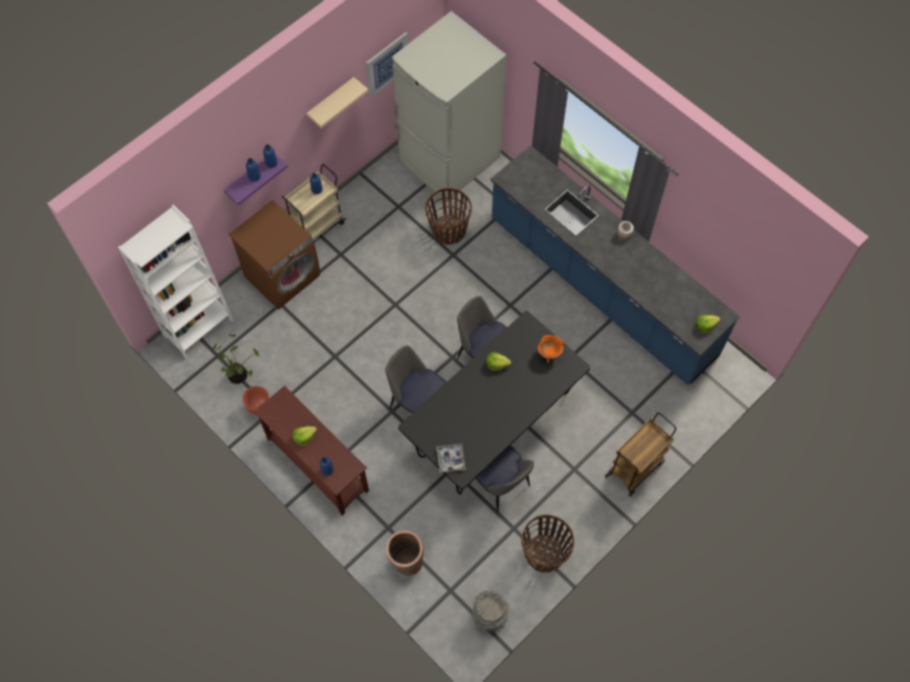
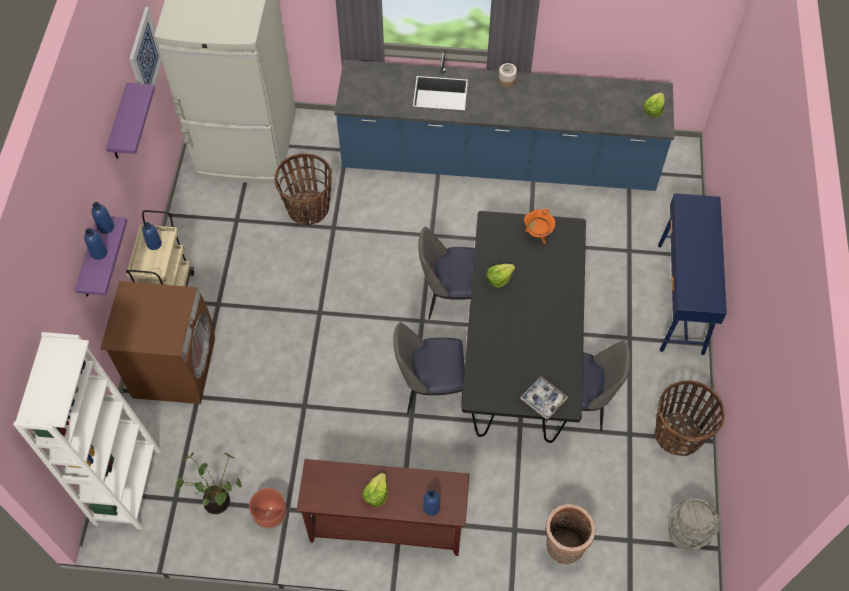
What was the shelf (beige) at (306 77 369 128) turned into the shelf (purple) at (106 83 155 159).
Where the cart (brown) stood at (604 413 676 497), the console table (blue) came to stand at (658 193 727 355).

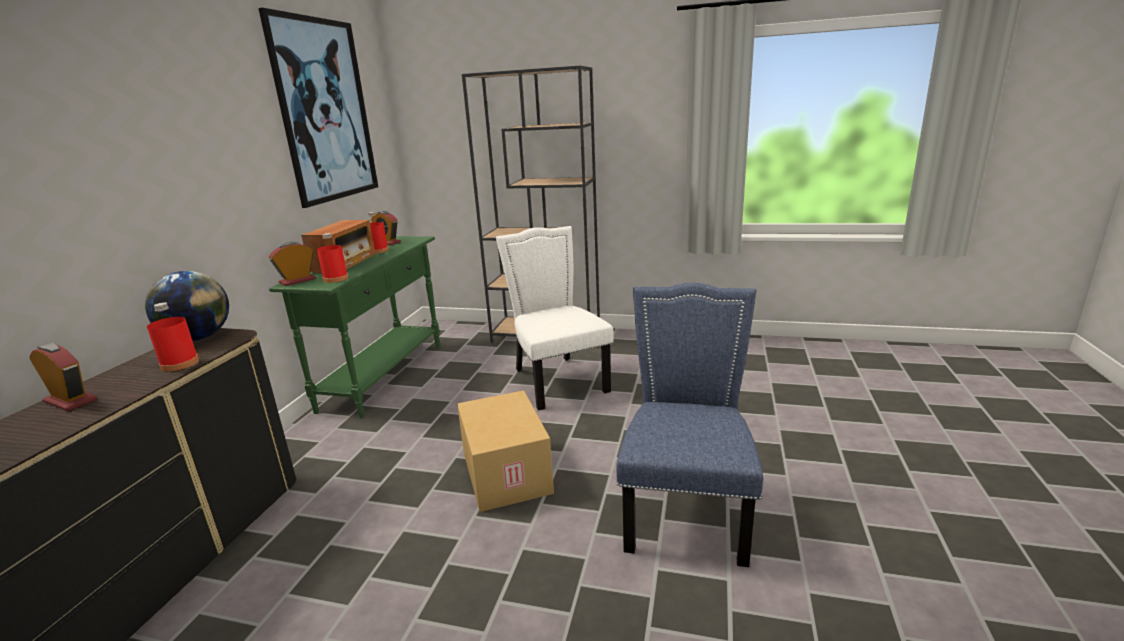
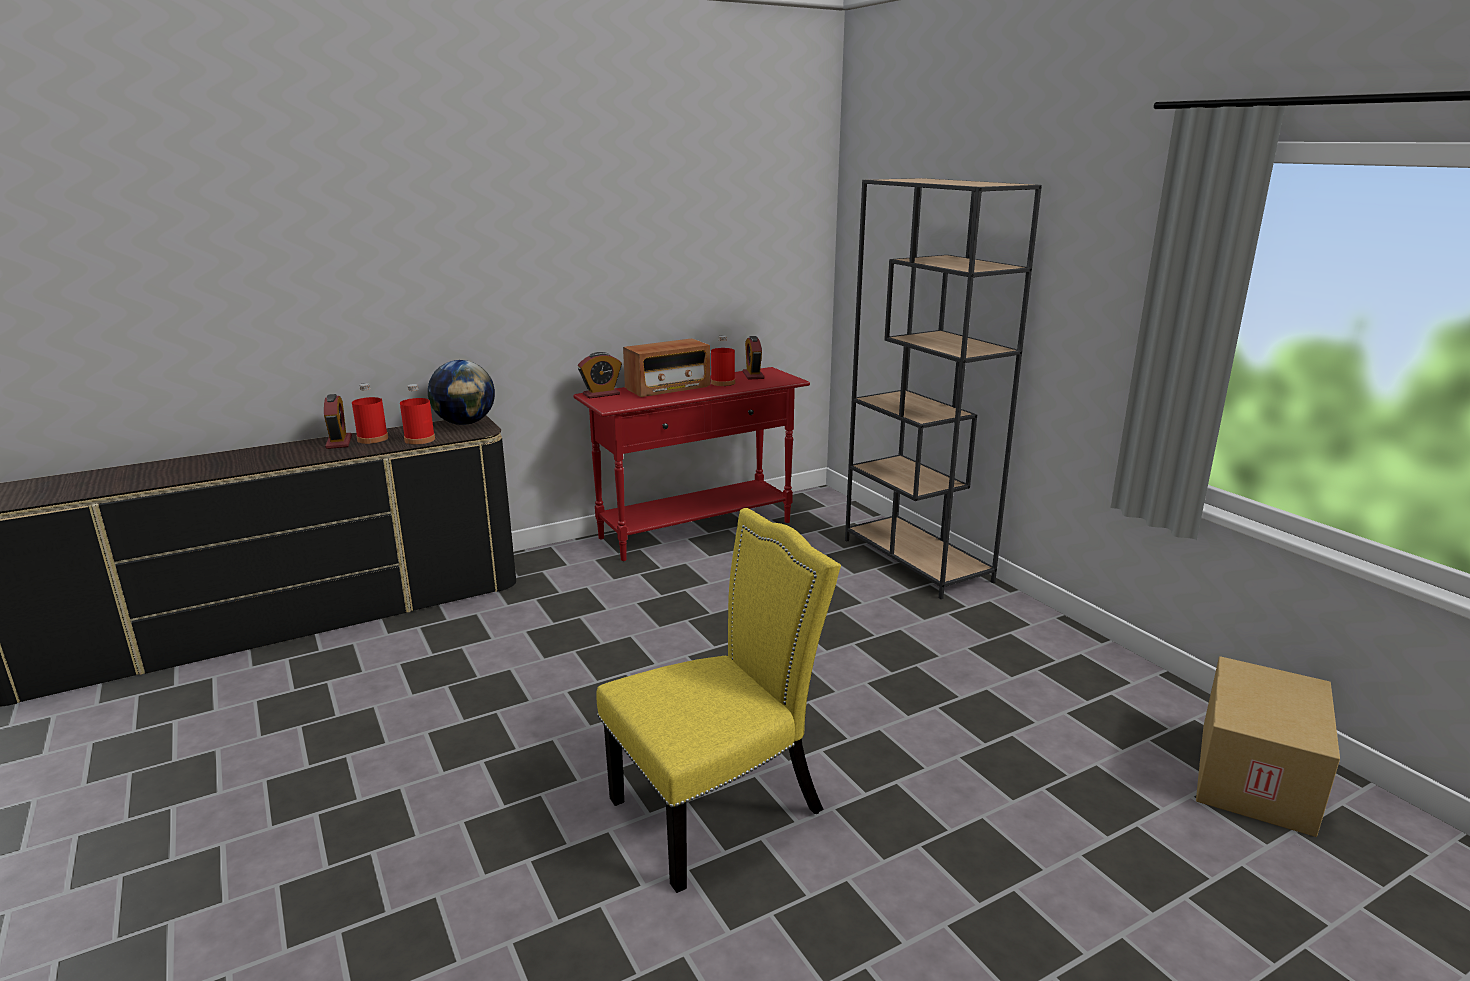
The second view lost the picture at (258 8 378 208).
The second view lost the chair (white) at (496 226 614 410).
The bottle (red) ended up elsewhere, having gone from (317 233 348 283) to (352 383 388 444).
What was the console table (green) at (269 236 440 419) turned into the console table (red) at (574 367 810 561).
The alarm clock at (269 242 316 286) ended up facing another way, 150 degrees clockwise from before.
What was the chair (blue) at (616 283 763 567) turned into the chair (yellow) at (596 508 841 893).
The cardboard box ended up elsewhere, having gone from (457 390 554 512) to (1196 656 1340 837).

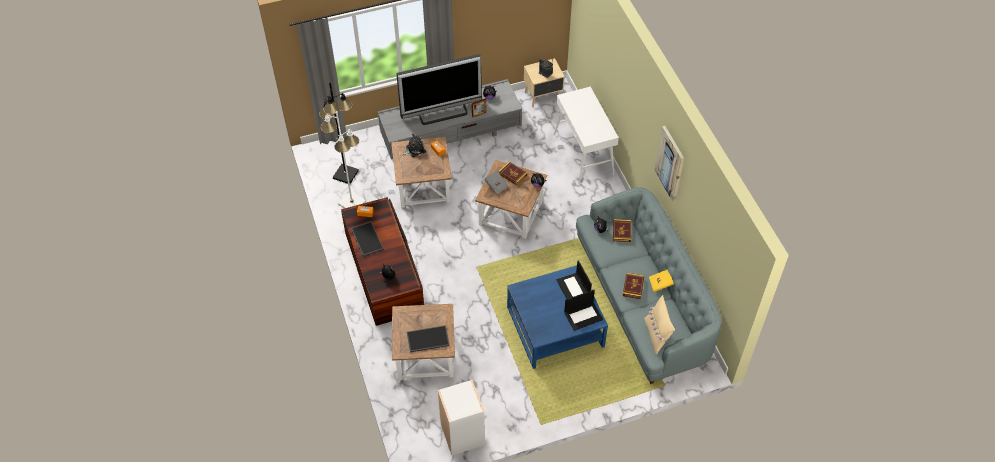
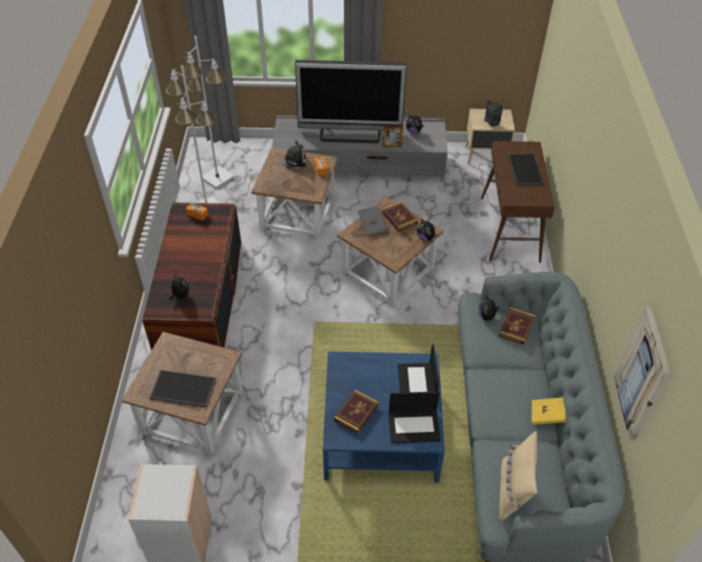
What was the floor lamp (black) at (319 82 359 184) turned into the floor lamp (white) at (184 36 234 189).
What was the console table (white) at (553 87 619 185) turned into the console table (brown) at (481 141 555 263).
The picture ended up elsewhere, having gone from (654 126 684 202) to (614 306 671 441).
The tray ended up elsewhere, having gone from (351 221 384 256) to (507 153 544 186).
The book ended up elsewhere, having gone from (623 273 644 299) to (334 390 379 434).

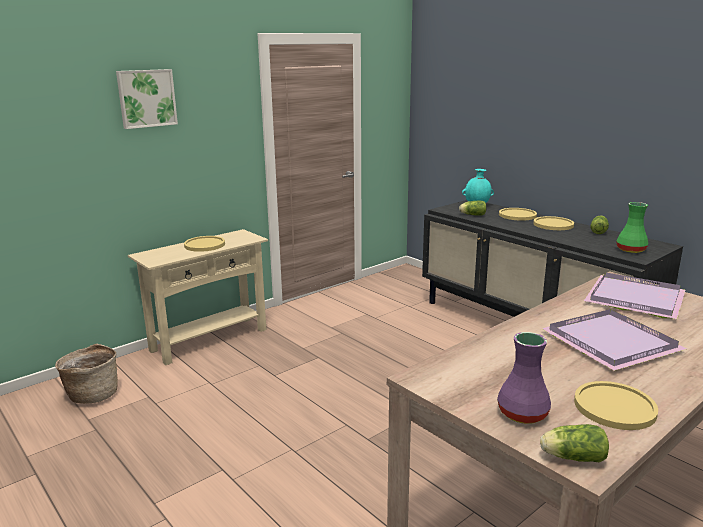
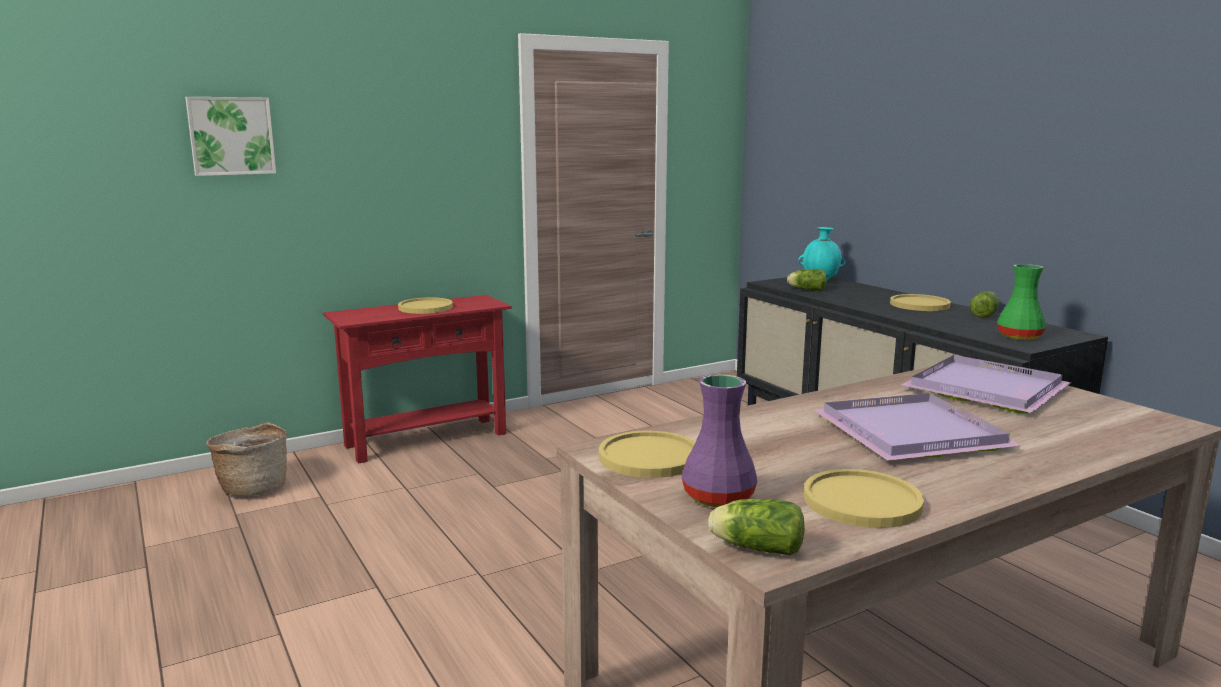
The picture ended up elsewhere, having gone from (116 69 178 129) to (185 97 276 176).
The plate (yellow) ended up elsewhere, having gone from (499 208 537 221) to (599 430 695 478).
What was the console table (beige) at (128 229 268 365) turned into the console table (red) at (323 295 512 464).

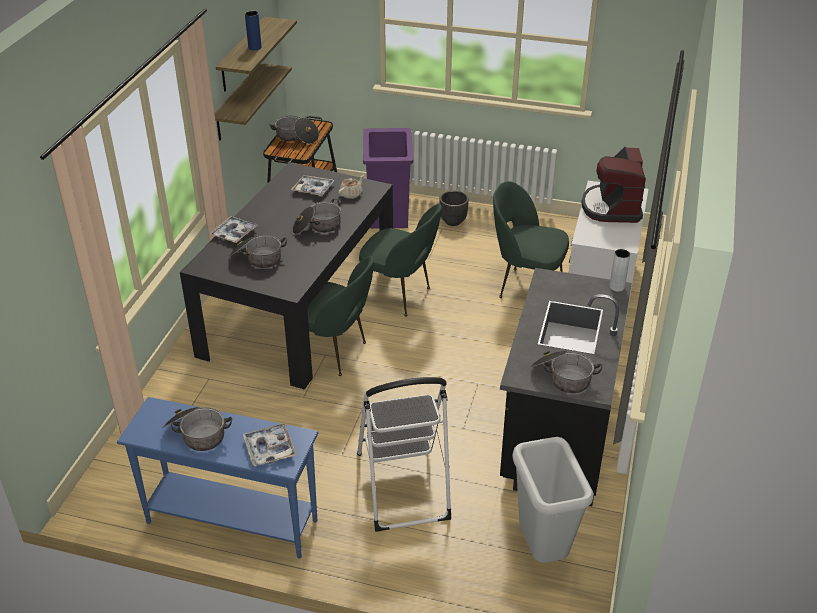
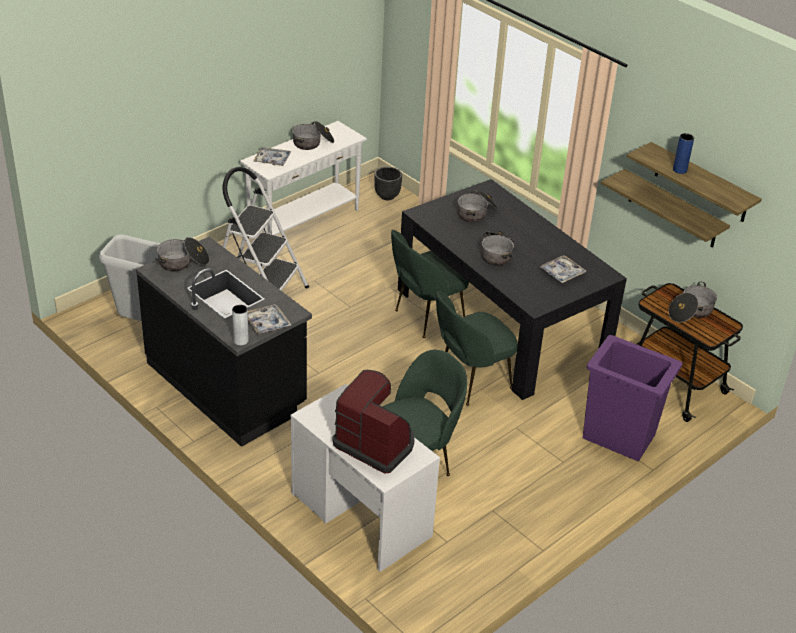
The second view lost the teapot (beige) at (338 175 364 199).
The planter (black) ended up elsewhere, having gone from (439 191 469 226) to (374 167 402 200).
The tray ended up elsewhere, having gone from (210 216 258 243) to (248 304 291 334).
What was the console table (blue) at (117 397 318 559) turned into the console table (white) at (240 121 367 235).

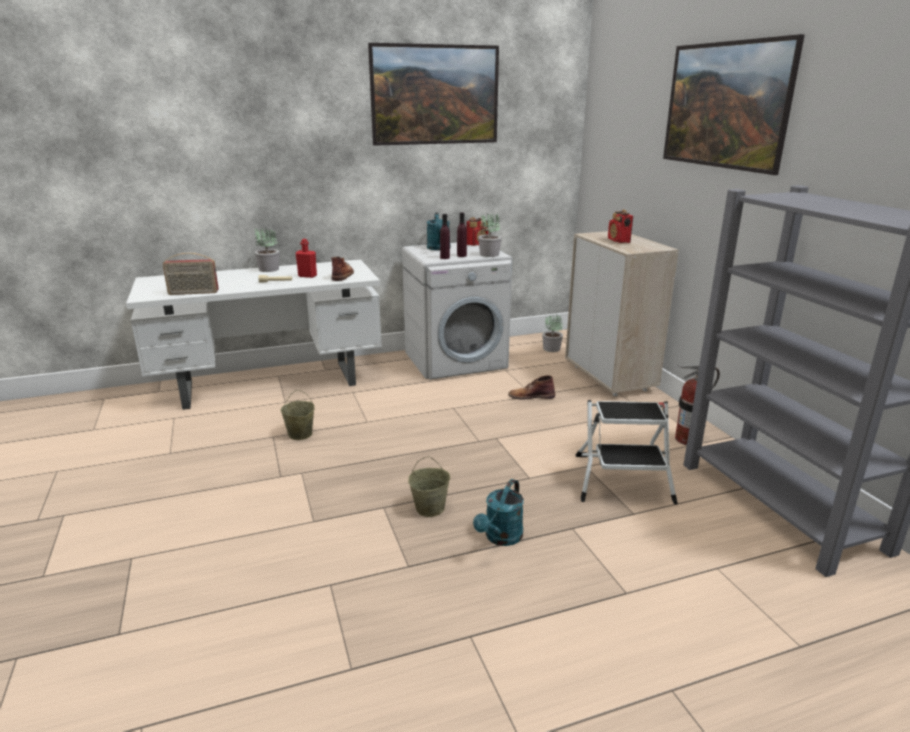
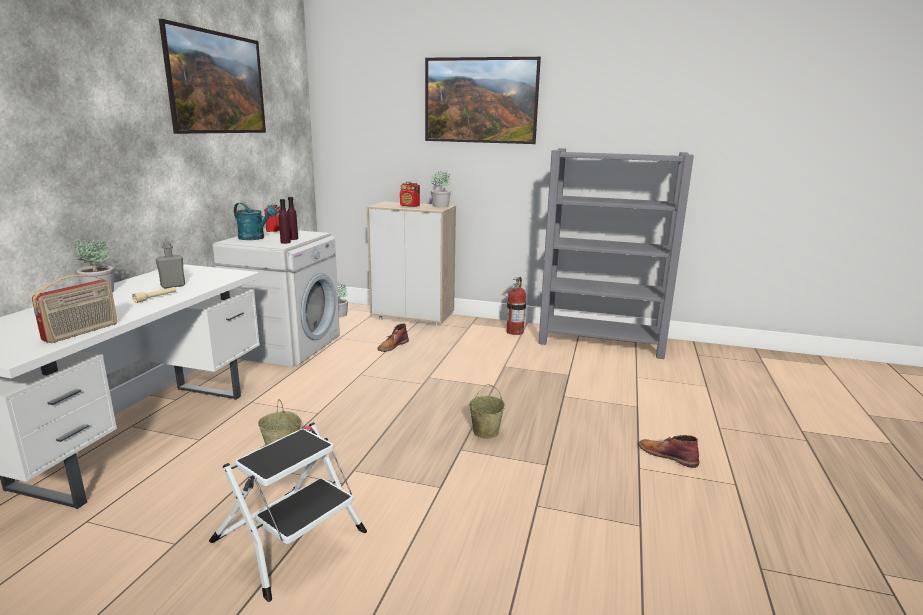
The potted plant ended up elsewhere, having gone from (478 214 502 257) to (431 171 451 208).
What was the bottle (red) at (295 239 317 278) turned into the bottle (grey) at (155 241 185 289).
The boot (brown) ended up elsewhere, having gone from (331 256 354 281) to (639 435 699 468).
The step ladder ended up elsewhere, having gone from (575 400 678 505) to (209 422 367 602).
The second view lost the watering can (turquoise) at (473 479 524 546).

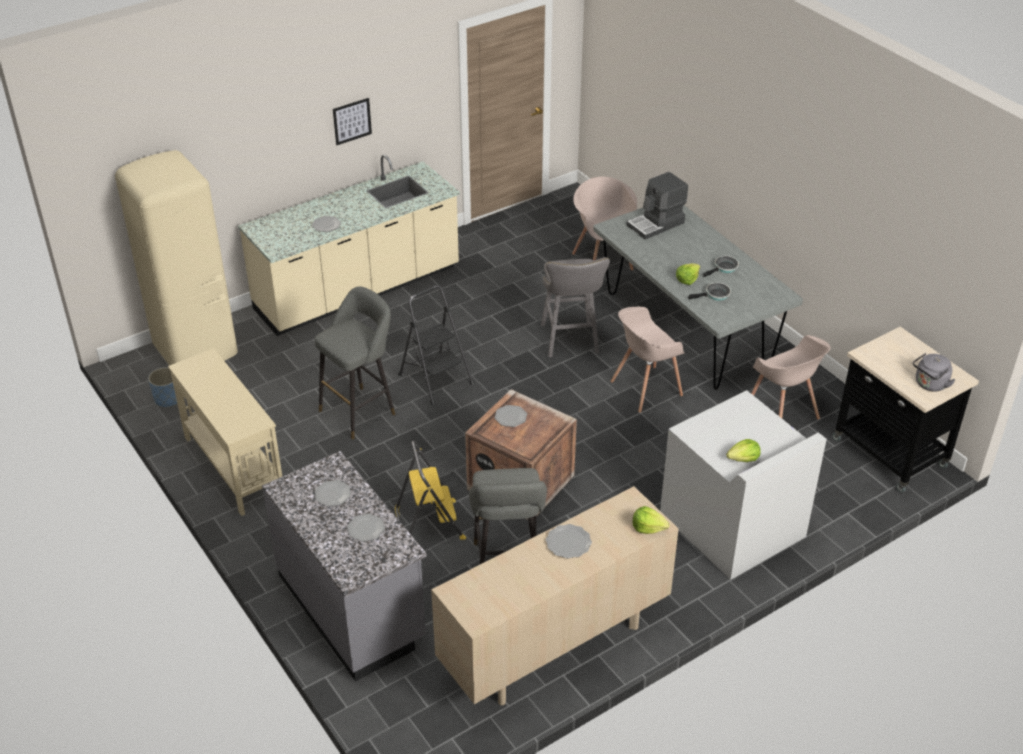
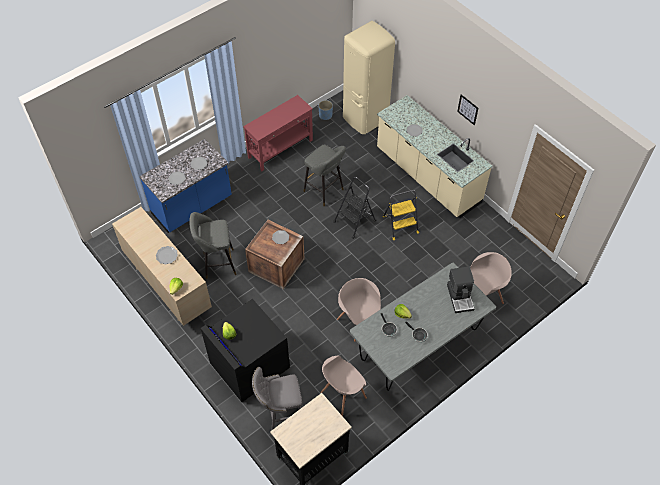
The coffee machine at (627 172 688 239) ended up facing another way, 150 degrees counterclockwise from before.
The stool (grey) ended up elsewhere, having gone from (541 257 610 357) to (252 367 302 431).
What was the console table (beige) at (168 348 282 516) turned into the console table (red) at (243 95 313 172).
The second view lost the kettle (grey) at (913 353 955 392).
What was the washing machine (white) at (660 390 827 580) turned into the washing machine (black) at (200 299 290 402).
The step ladder (yellow) ended up elsewhere, having gone from (395 441 466 539) to (383 190 419 240).
What was the counter (grey) at (262 451 427 681) turned into the counter (blue) at (139 139 232 233).

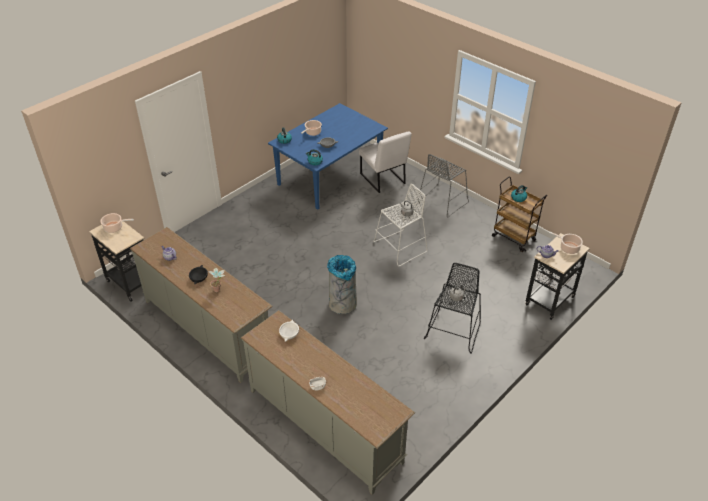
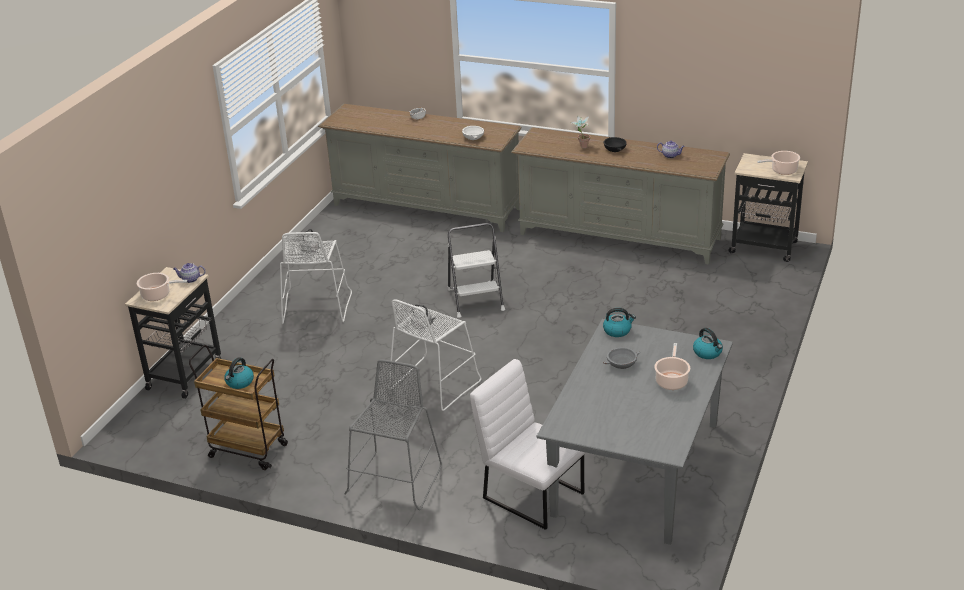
What was the dining table (blue) at (268 103 388 210) turned into the dining table (grey) at (537 319 733 545).
Where the trash can (grey) stood at (327 255 357 314), the step ladder (white) came to stand at (448 223 505 318).
What was the stool (black) at (424 263 481 354) turned into the stool (white) at (280 232 352 324).

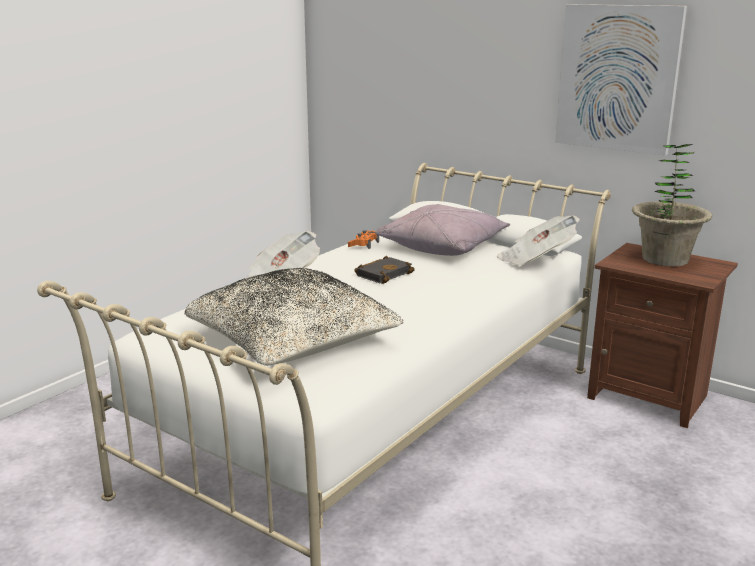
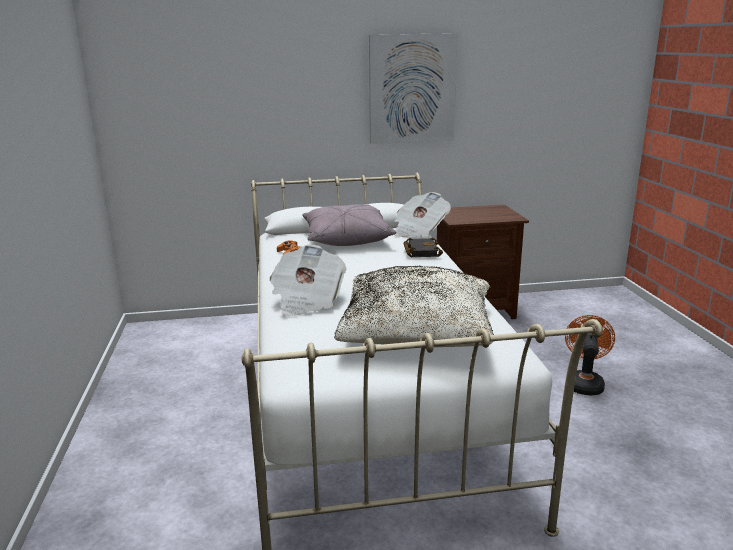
The second view lost the potted plant at (632 144 713 267).
The book (black) ended up elsewhere, having gone from (354 256 415 284) to (404 237 443 257).
The second view gained the fan (orange) at (565 315 615 396).

